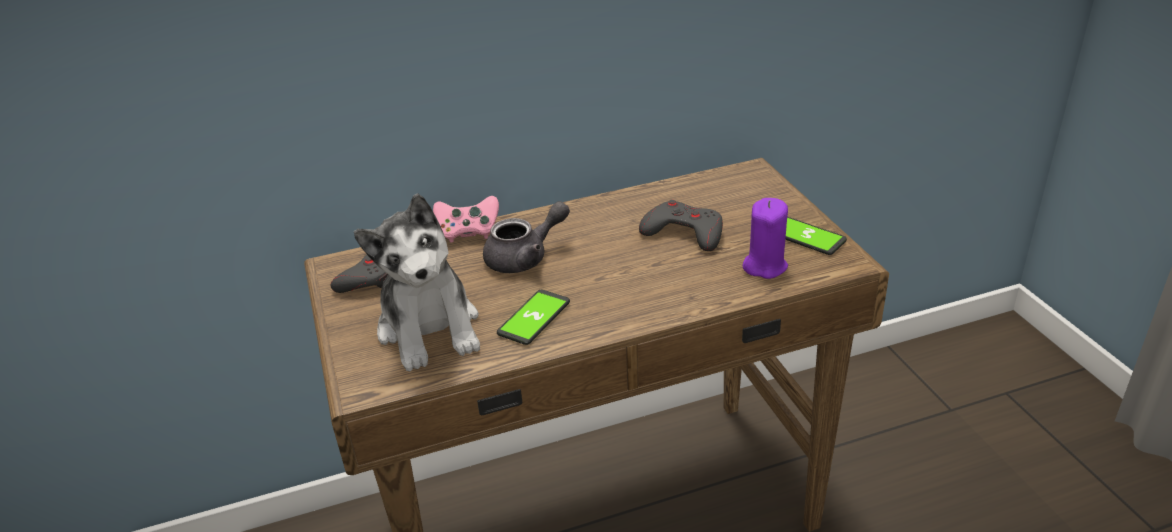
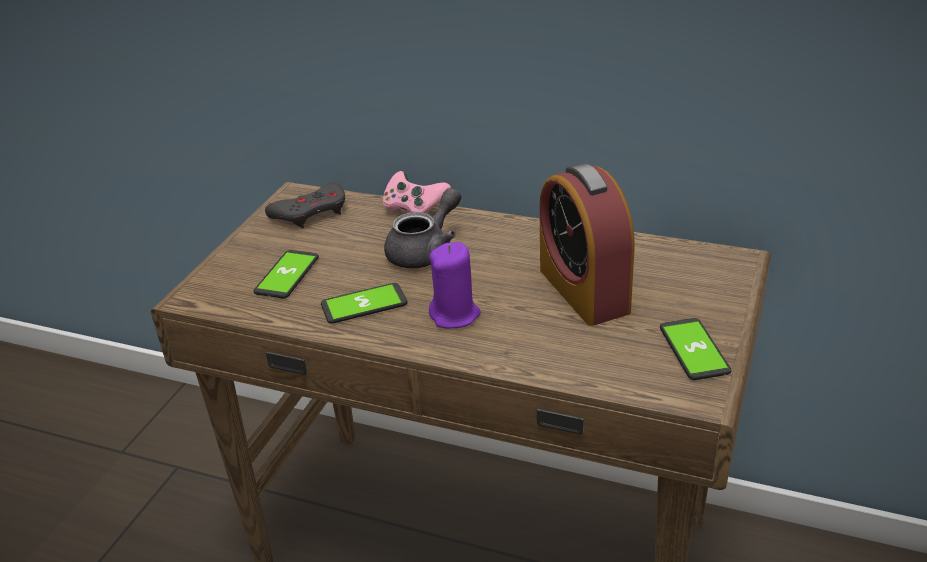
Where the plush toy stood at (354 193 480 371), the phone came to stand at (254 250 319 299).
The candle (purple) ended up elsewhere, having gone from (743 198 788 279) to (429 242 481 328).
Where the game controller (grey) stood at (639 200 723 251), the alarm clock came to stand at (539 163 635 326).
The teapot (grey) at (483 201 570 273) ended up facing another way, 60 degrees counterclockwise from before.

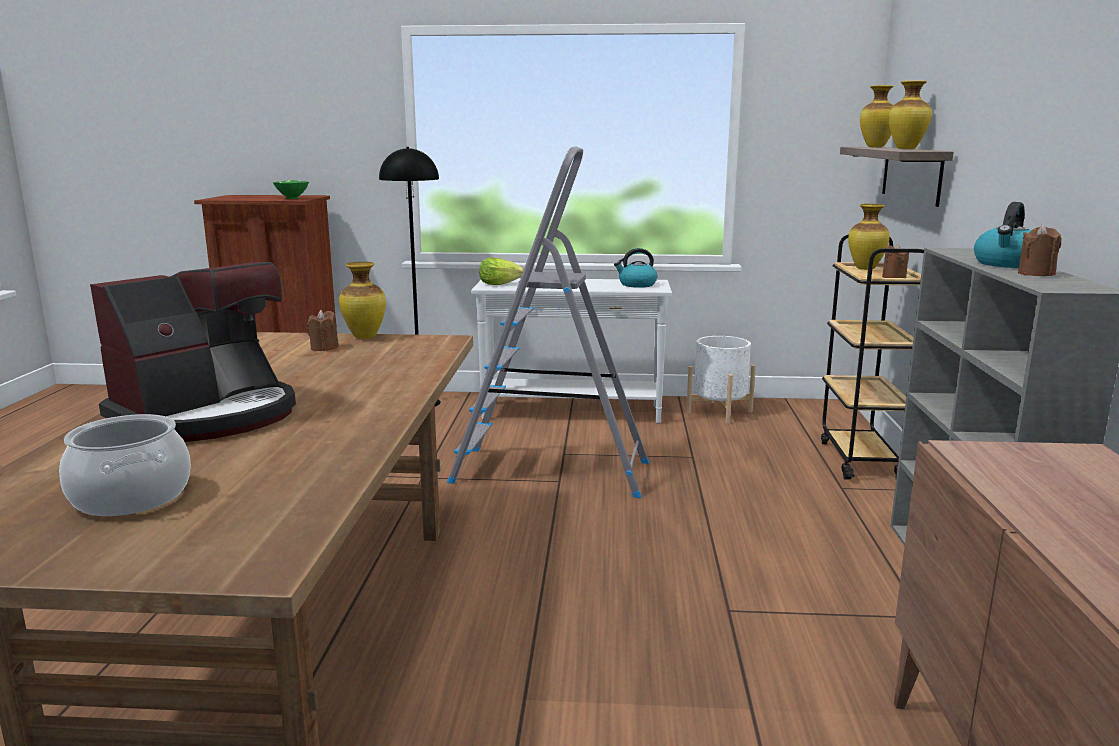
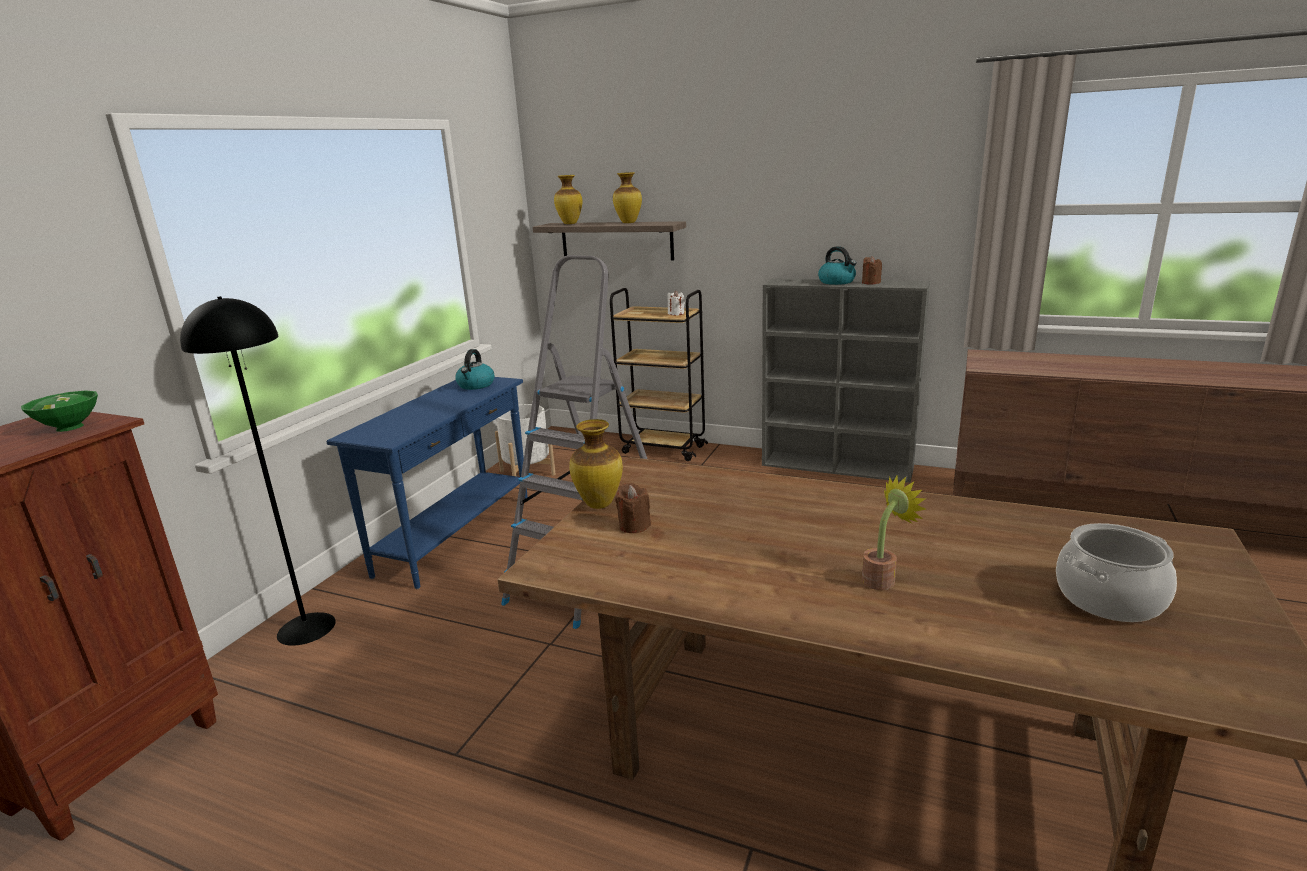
The second view lost the vase at (848 204 890 270).
What was the candle (brown) at (882 244 909 278) turned into the candle (white) at (668 290 685 316).
The second view lost the lettuce at (479 258 524 285).
Where the coffee machine stood at (90 262 296 442), the potted plant came to stand at (862 474 926 590).
What was the console table (white) at (471 278 672 424) turned into the console table (blue) at (326 377 528 589).

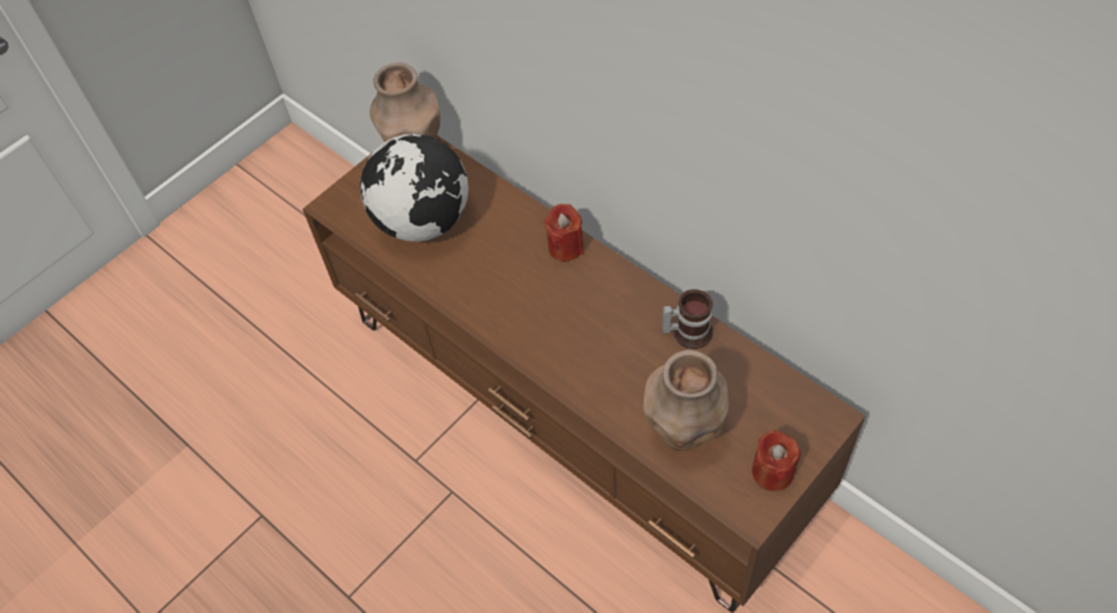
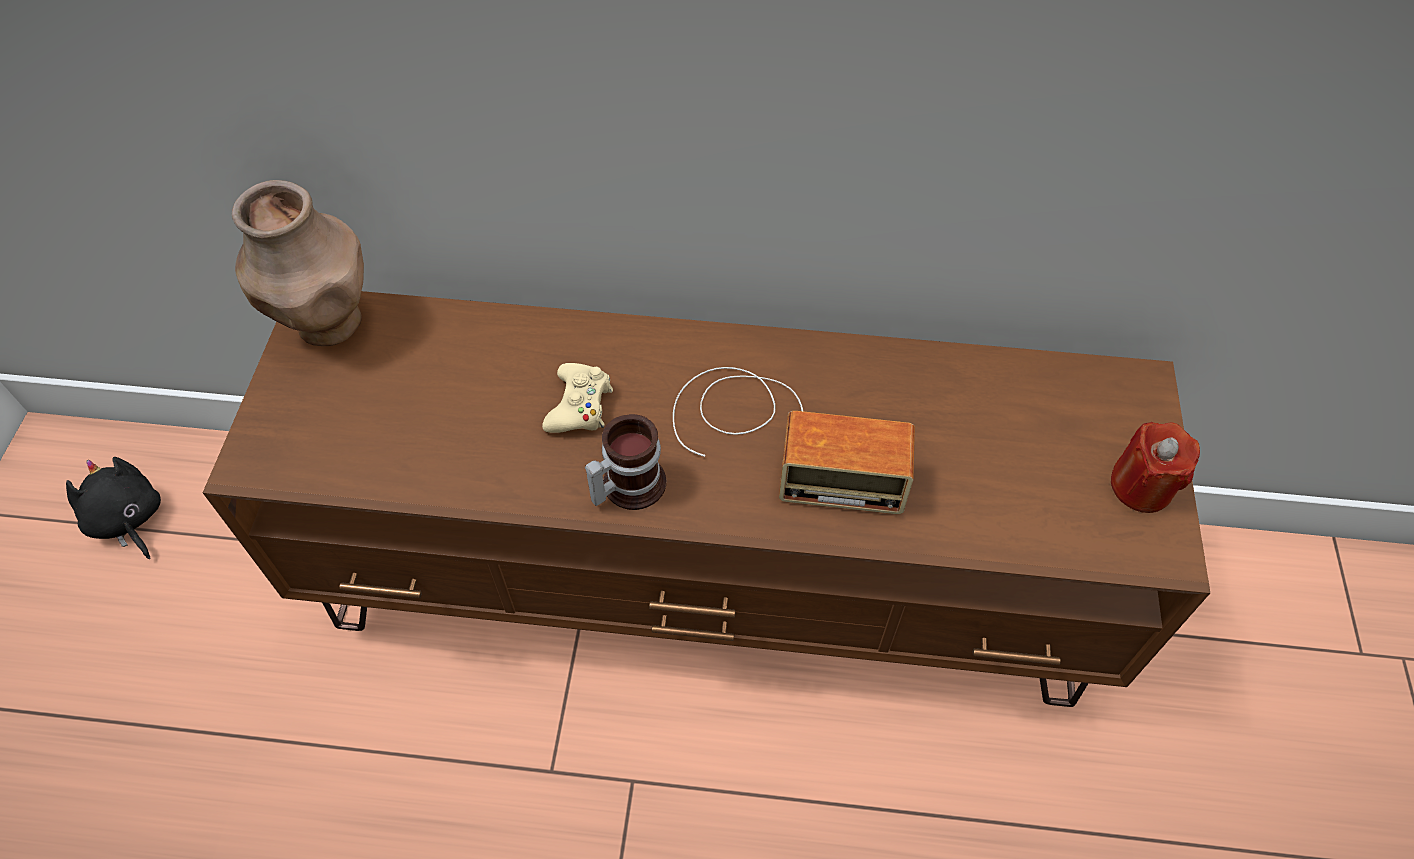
The second view lost the globe at (360 134 468 242).
The second view lost the candle (red) at (544 204 584 261).
The mug ended up elsewhere, having gone from (662 289 713 349) to (585 414 666 510).
The second view lost the vase (brown) at (643 349 729 452).
The second view gained the game controller (beige) at (542 363 613 433).
The second view gained the radio at (673 367 915 514).
The second view gained the plush toy (black) at (66 457 161 559).

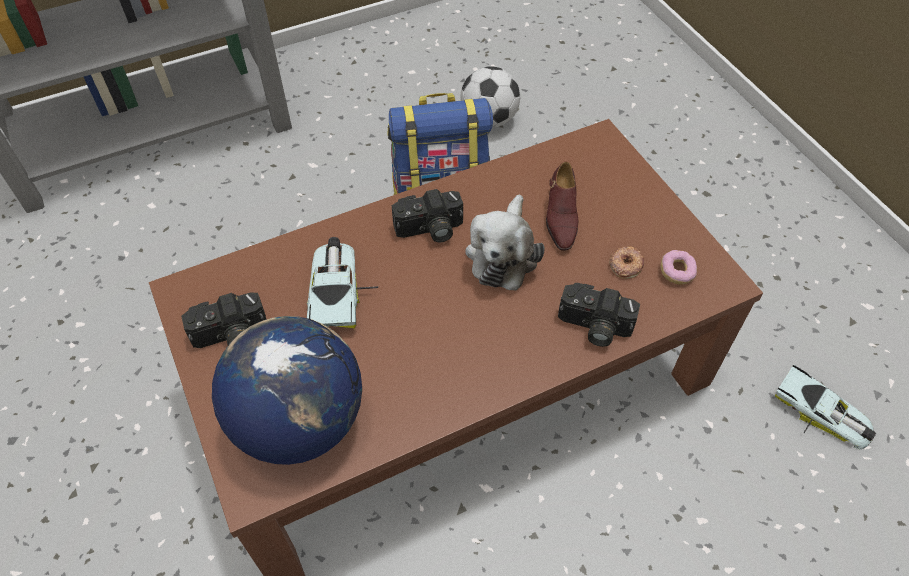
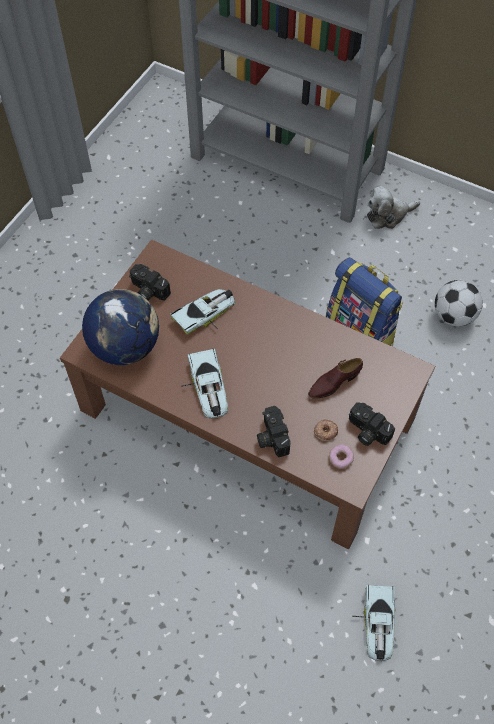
The photo camera ended up elsewhere, having gone from (392 189 463 243) to (349 402 395 446).
The plush toy ended up elsewhere, having gone from (465 195 545 291) to (367 186 420 229).
The second view gained the toy car at (181 349 228 418).

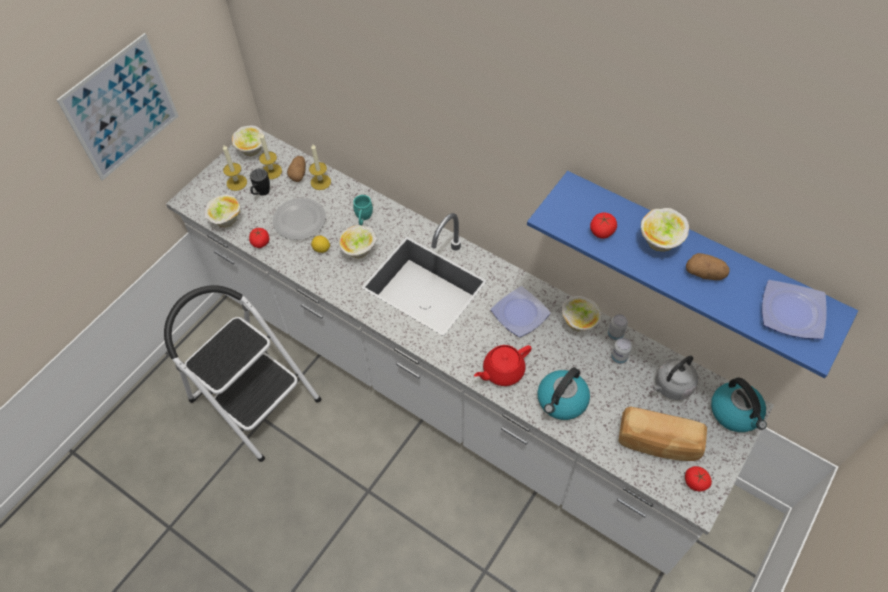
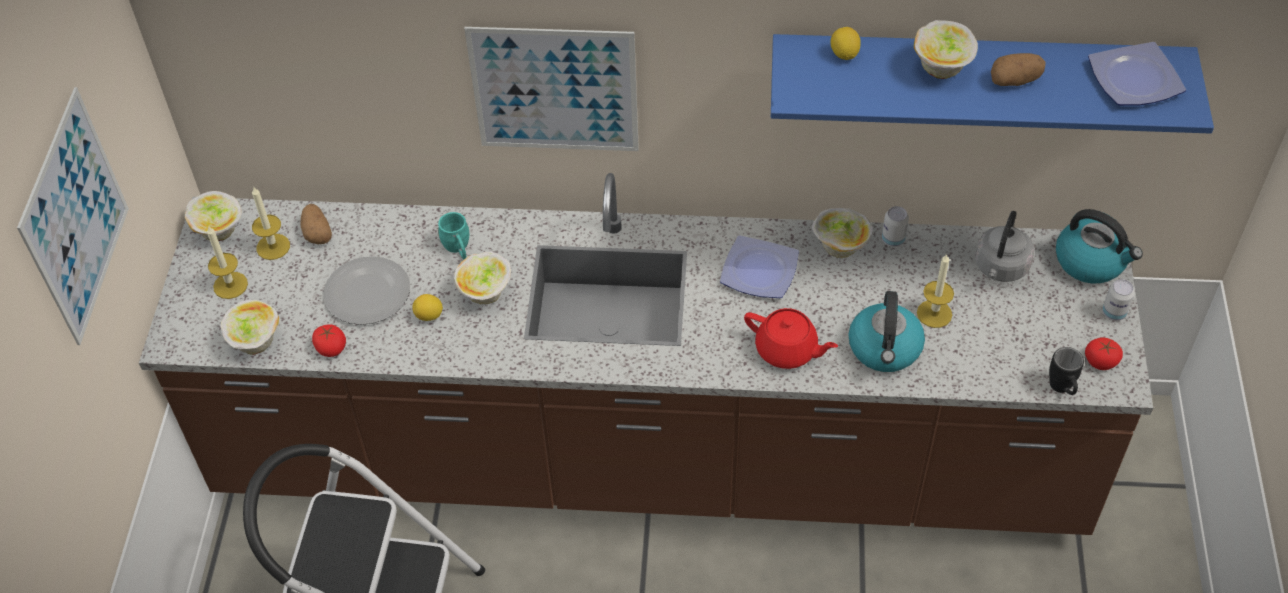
What was the counter (white) at (166 130 774 574) turned into the counter (brown) at (139 173 1153 535).
The candle ended up elsewhere, having gone from (309 143 331 190) to (917 254 954 328).
The mug (black) ended up elsewhere, having gone from (250 168 270 196) to (1049 347 1084 395).
The second view lost the tomato at (590 212 617 239).
The can ended up elsewhere, having gone from (611 338 632 364) to (1102 279 1134 321).
The teapot (red) at (474 345 532 386) ended up facing another way, 90 degrees counterclockwise from before.
The second view lost the bread at (618 407 707 461).
The second view gained the picture at (464 27 639 151).
The second view gained the lemon at (830 27 861 60).

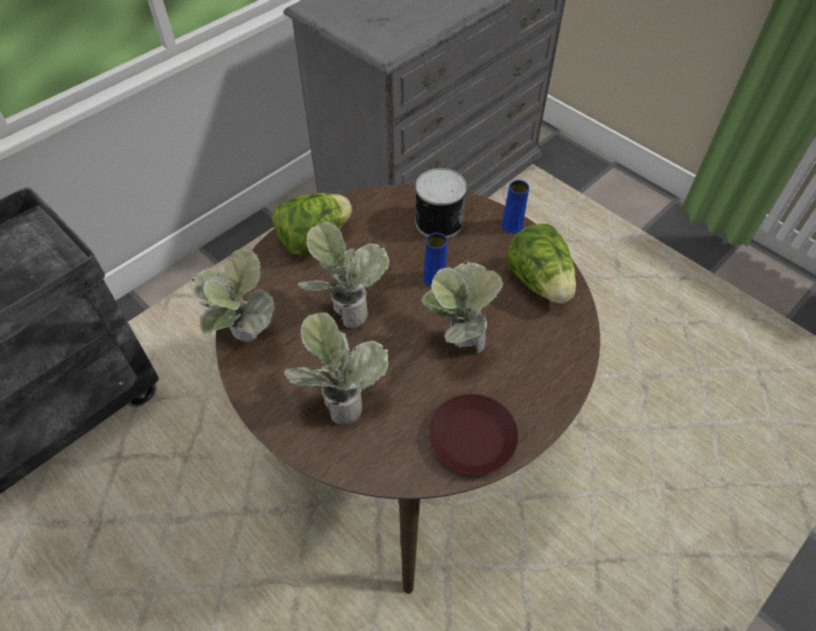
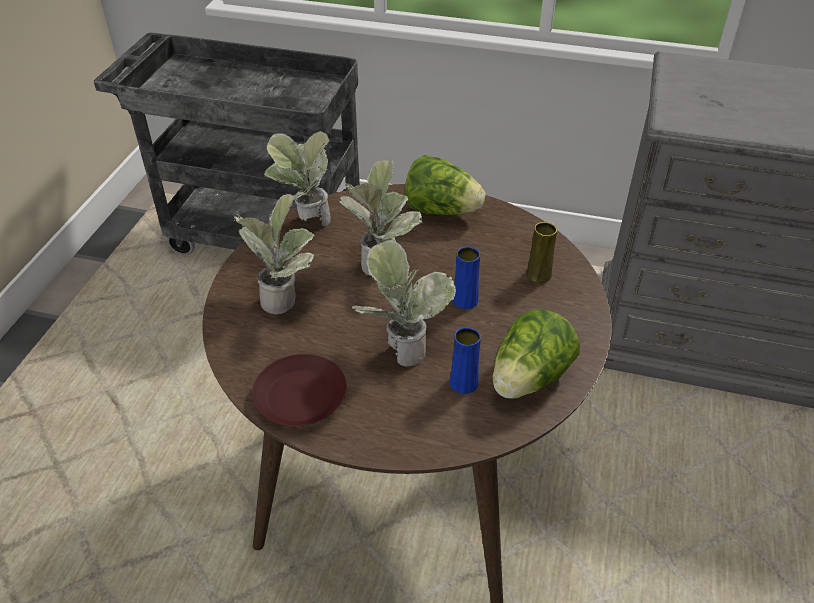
Where the can stood at (415 168 467 238), the vase (yellow) came to stand at (526 222 557 283).
The vase (blue) ended up elsewhere, having gone from (501 180 529 233) to (449 327 481 394).

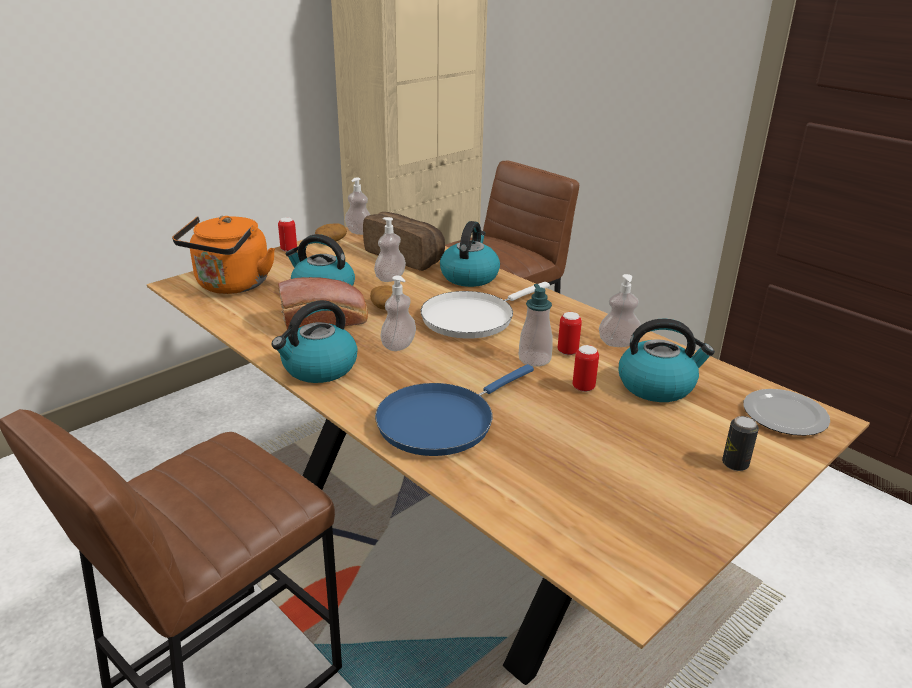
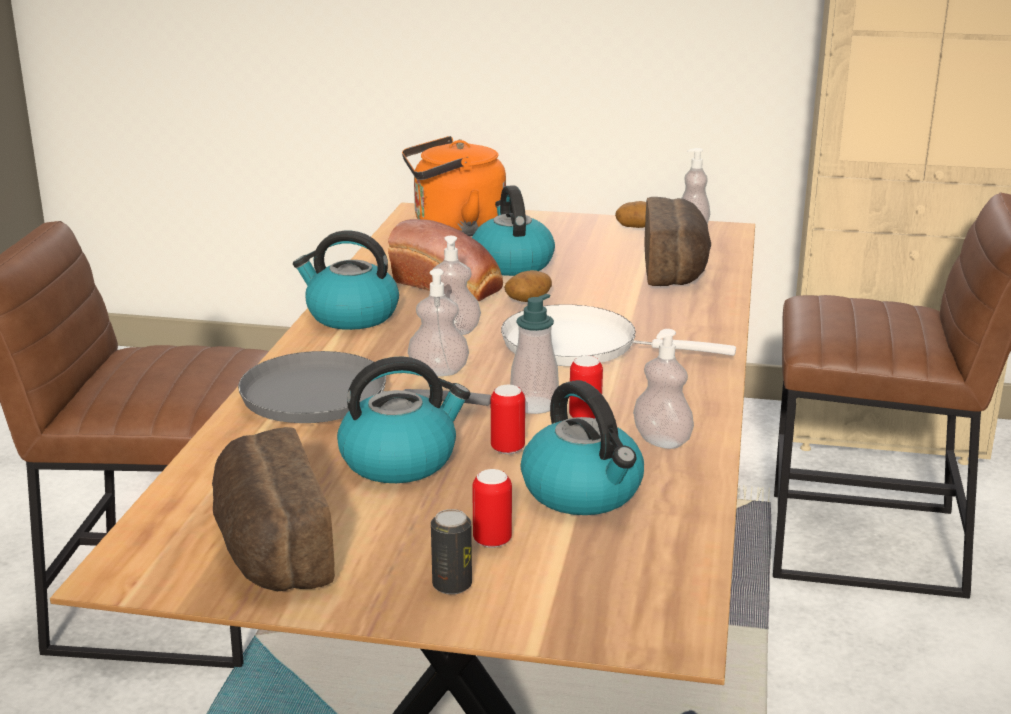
The can ended up elsewhere, having gone from (278 217 297 252) to (472 469 512 548).
The soap dispenser ended up elsewhere, having gone from (374 217 406 282) to (408 269 469 377).
The kettle ended up elsewhere, having gone from (440 221 500 287) to (337 356 471 483).
What was the frying pan (blue) at (375 364 534 456) turned into the frying pan (grey) at (238 351 491 423).
The second view lost the plate at (743 389 830 436).
The second view gained the bread at (212 427 335 591).

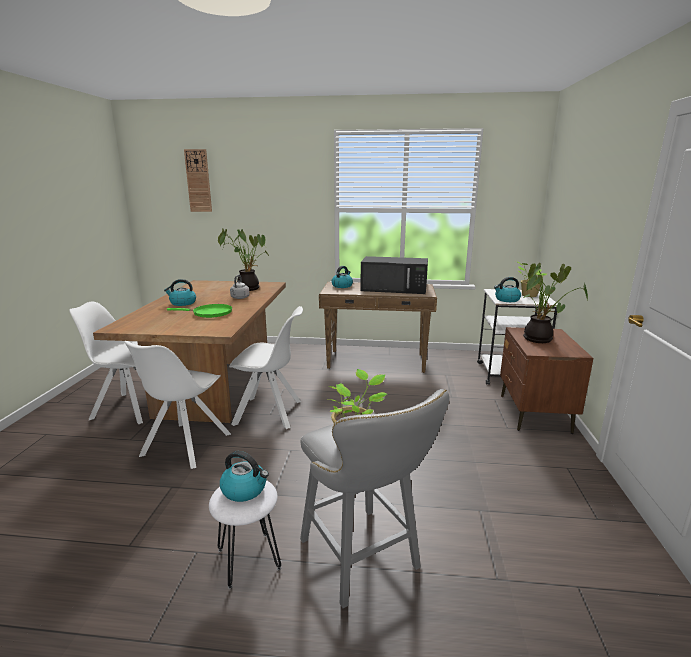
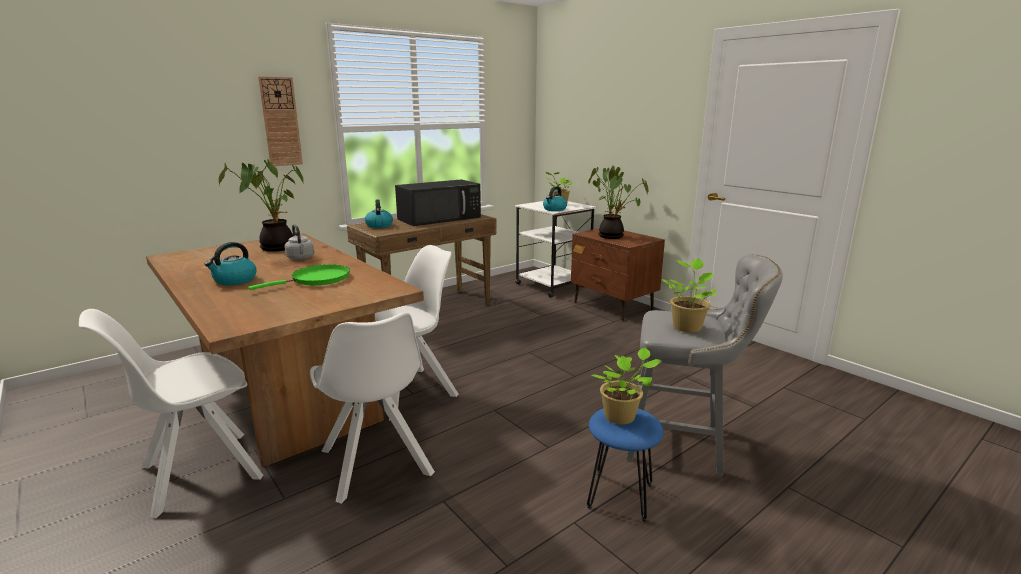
The wall clock ended up elsewhere, having gone from (184 149 212 212) to (258 77 303 166).
Where the kettle stood at (220 451 269 502), the potted plant came to stand at (591 347 662 425).
What was the stool (white) at (209 480 281 589) turned into the stool (blue) at (587 408 664 522).

